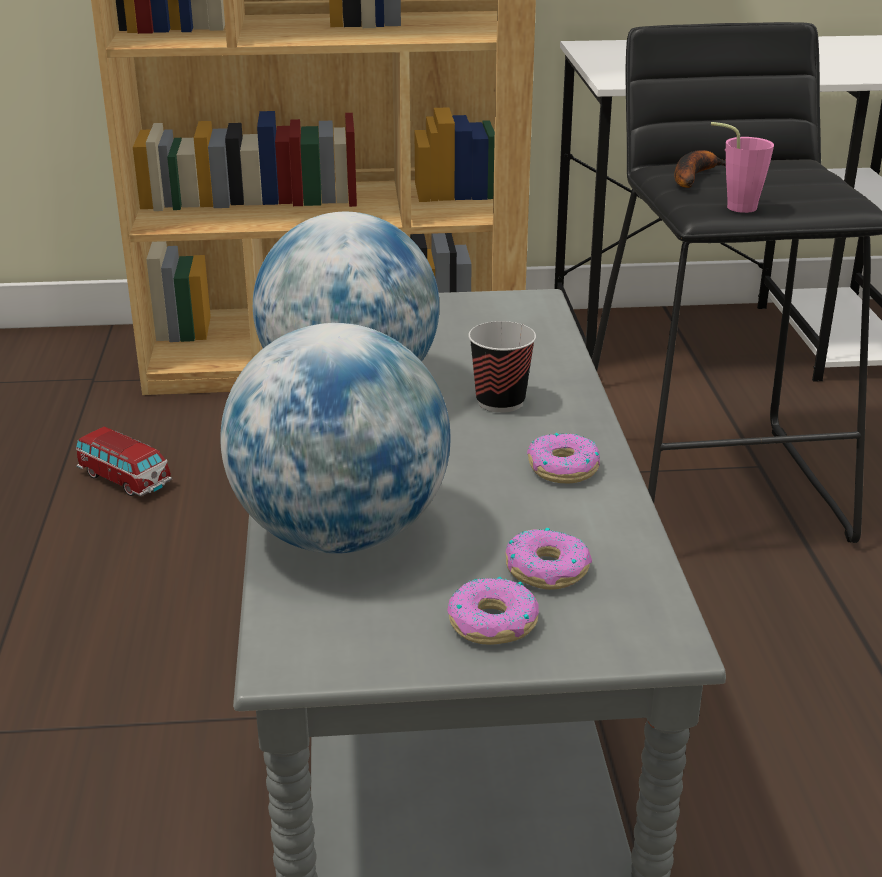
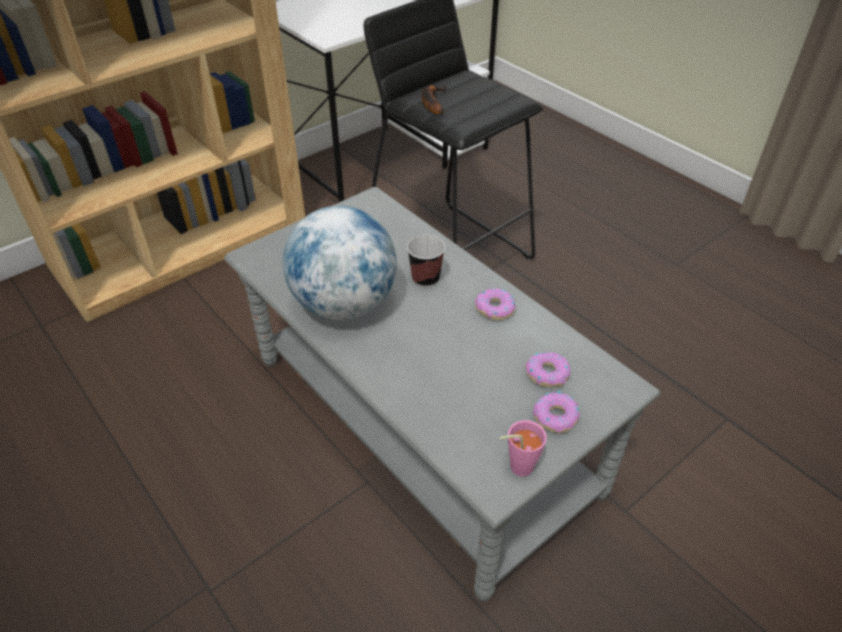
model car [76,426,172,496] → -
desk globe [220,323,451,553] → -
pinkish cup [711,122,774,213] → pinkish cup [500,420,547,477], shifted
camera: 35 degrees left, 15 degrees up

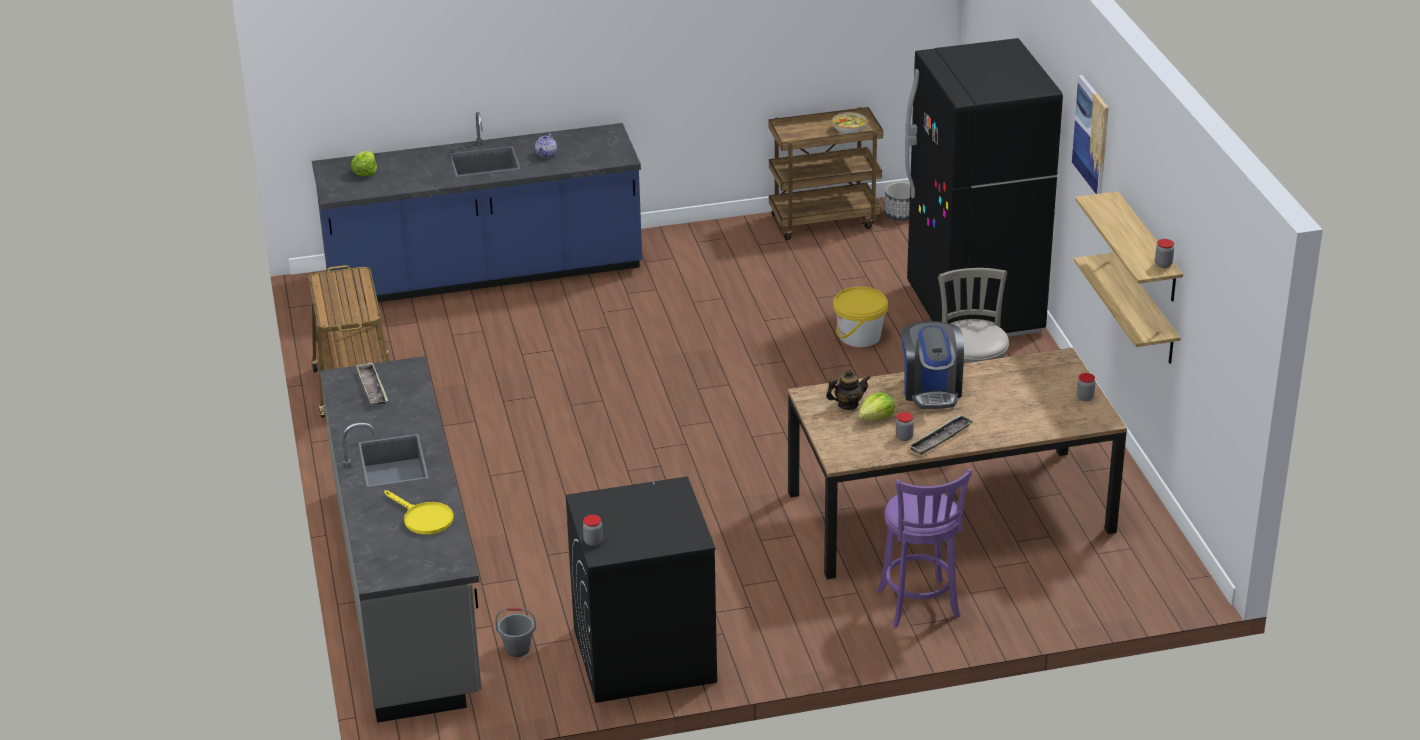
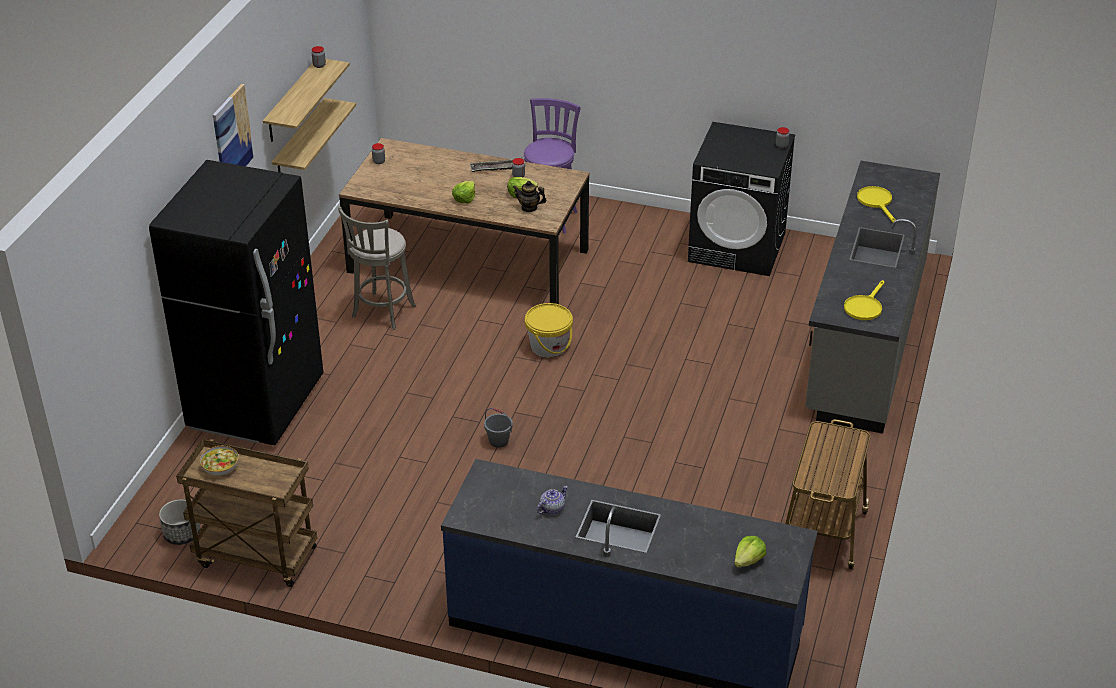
carrying tray [356,363,388,405] → yellow pan [844,280,884,320]
grey bucket [495,608,536,657] → grey bucket [484,408,513,448], shifted
yellow bucket [833,287,888,347] → yellow bucket [525,303,573,358], shifted
coffee machine [901,321,964,409] → lettuce [452,181,475,203]
camera: 150 degrees left, 5 degrees up

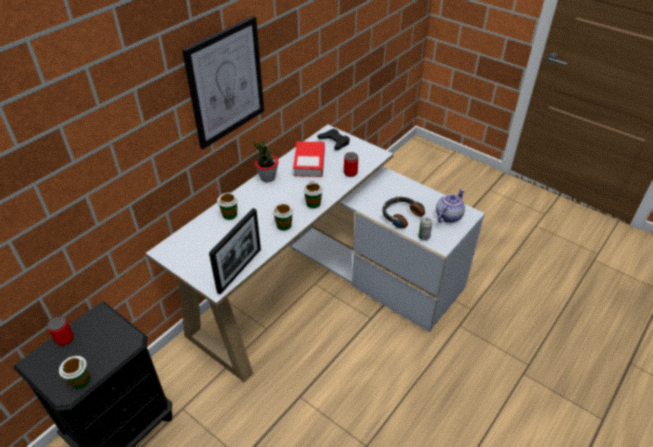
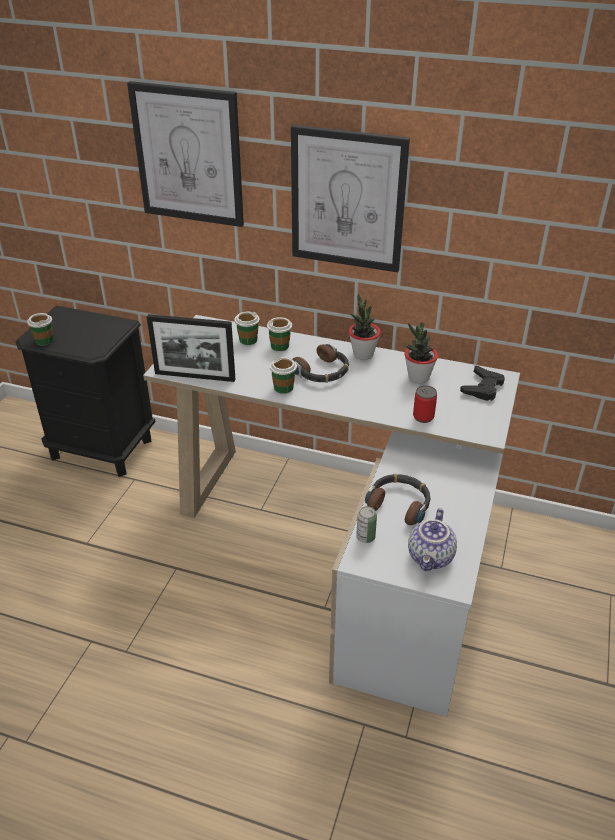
sealed can [47,316,74,346] → -
volume [293,141,325,177] → houseplant [404,322,438,383]
cup [303,181,323,209] → cup [234,312,260,345], shifted
tea pot [436,189,465,223] → tea pot [408,508,457,571], 90 degrees clockwise
- → picture [127,81,244,227]
- → headset [292,344,349,383]
camera: 70 degrees right, 5 degrees down

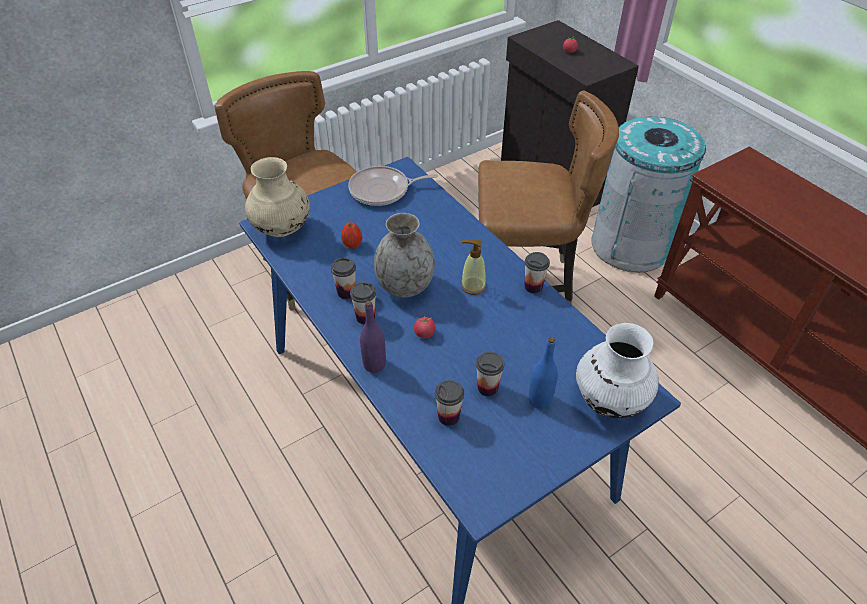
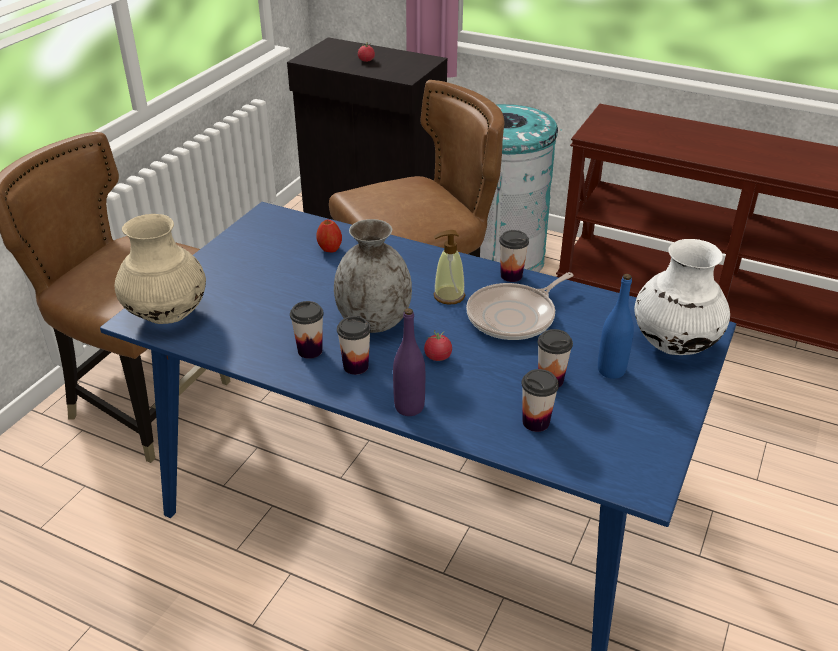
whole apple [341,222,363,249] → whole apple [317,220,342,252], shifted
pan [348,166,438,206] → pan [466,272,574,340], shifted
camera: 30 degrees left, 10 degrees down

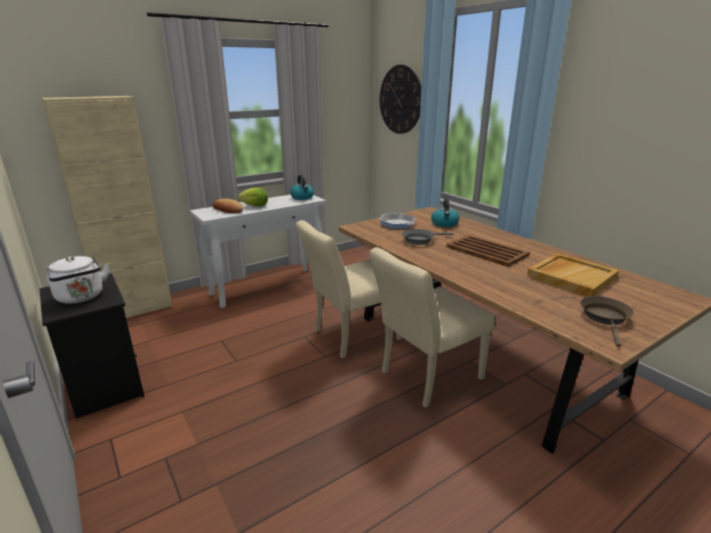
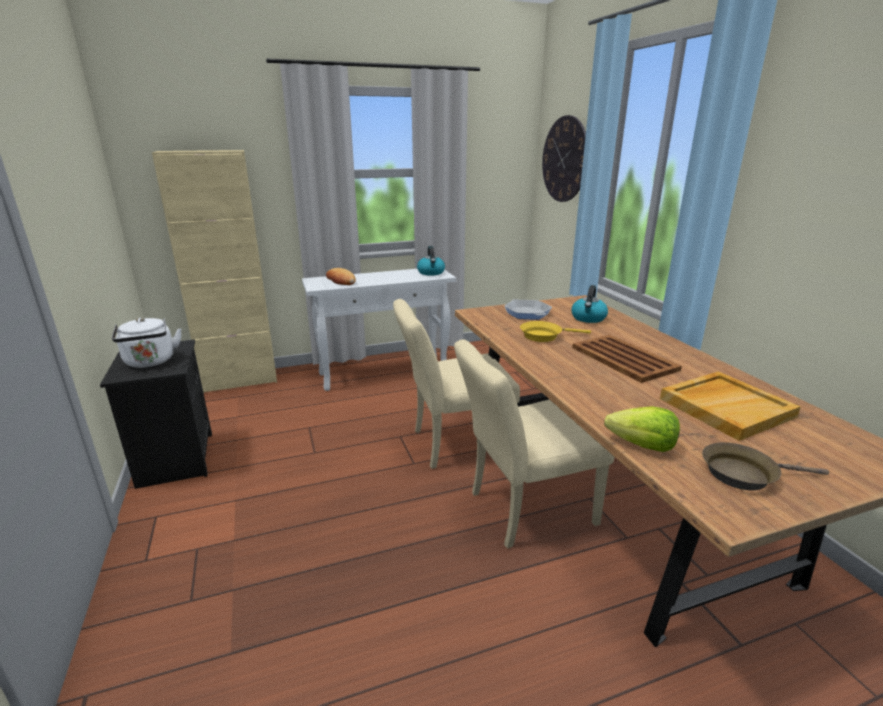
lettuce [238,187,268,206] → lettuce [604,406,680,452], shifted
grey pan [402,229,454,245] → yellow pan [520,321,591,342]
brownish pan [580,296,634,347] → brownish pan [702,442,829,490], 120 degrees counterclockwise
camera: 15 degrees right, 0 degrees up

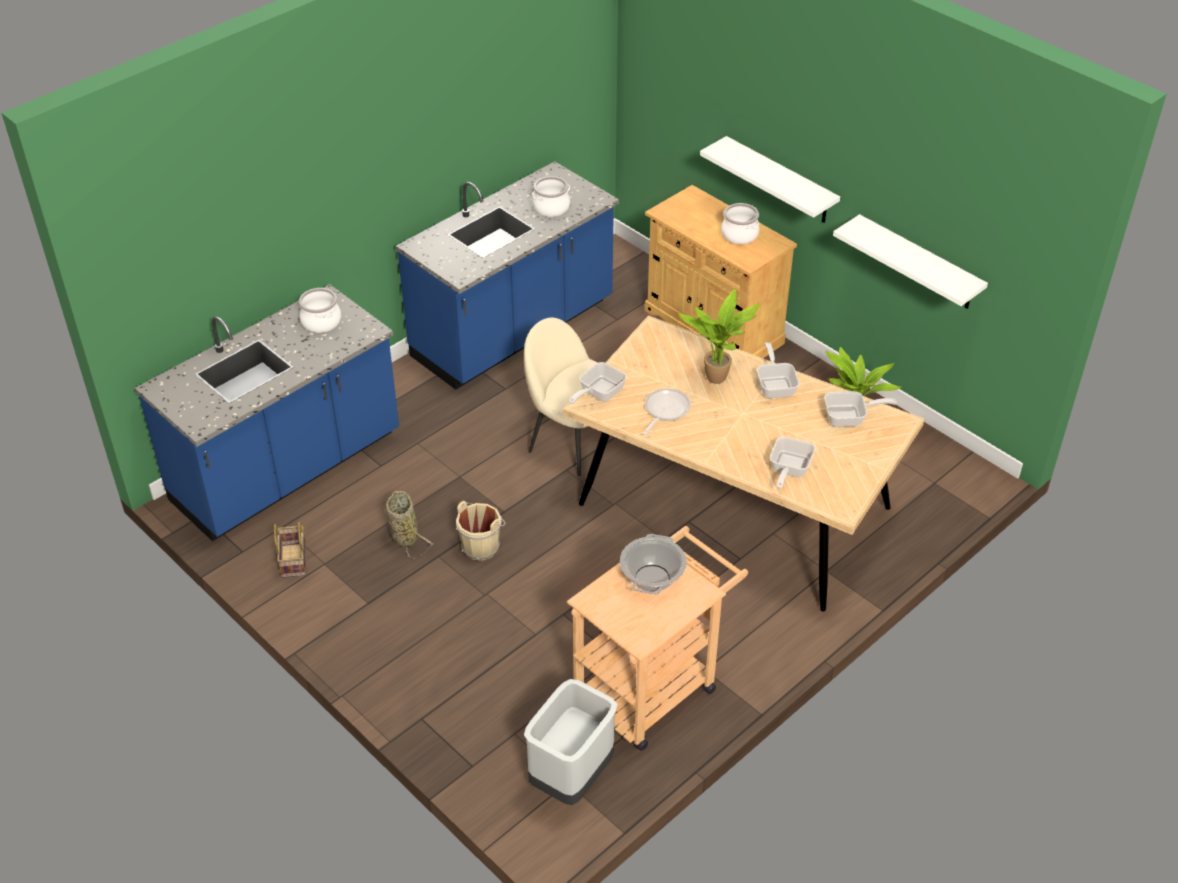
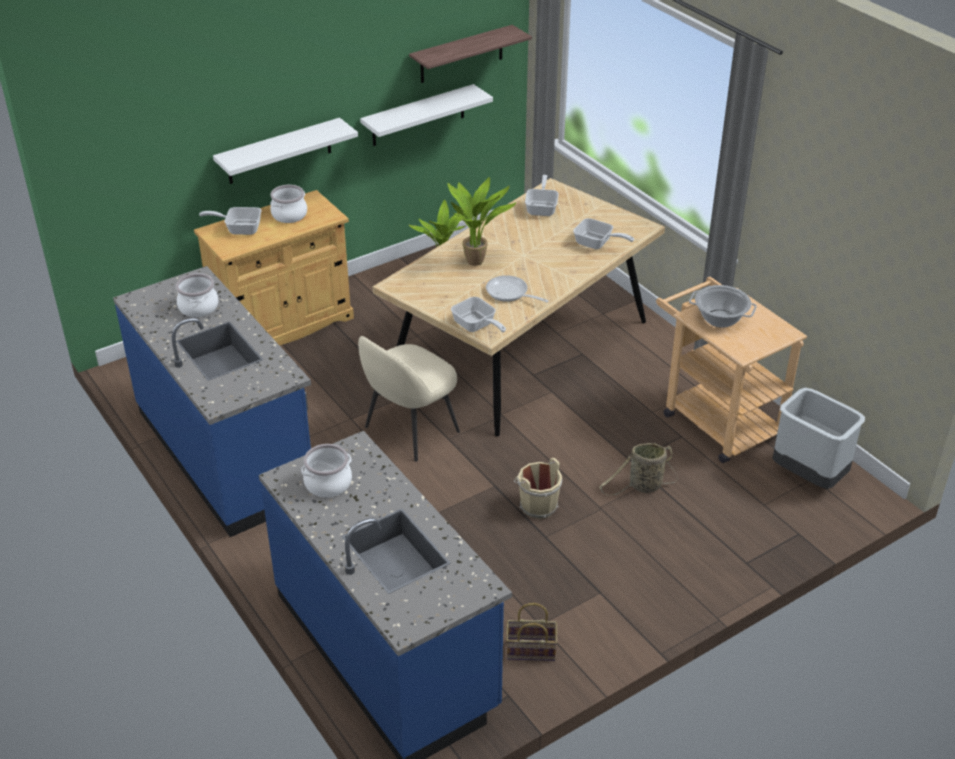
basket [384,491,434,559] → basket [599,443,678,495], shifted
pan [757,342,800,398] → pan [199,207,261,235], shifted
- → shelf [409,25,532,83]
camera: 80 degrees left, 5 degrees down

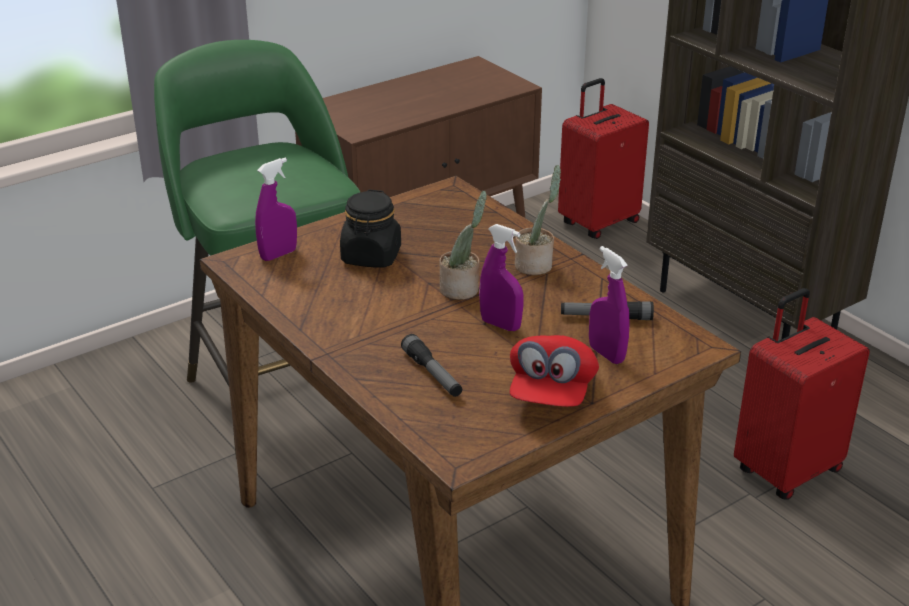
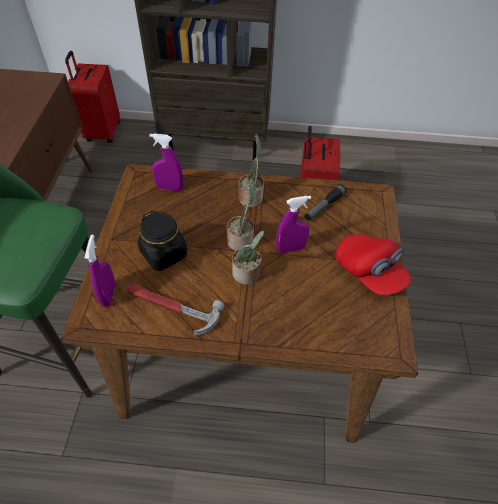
flashlight [401,334,462,397] → -
purple-coloured hand sprayer [589,246,630,364] → purple-coloured hand sprayer [149,133,183,191], shifted
- → tool hammer [127,283,224,335]
- → houseplant [232,230,264,285]
camera: 50 degrees left, 20 degrees up

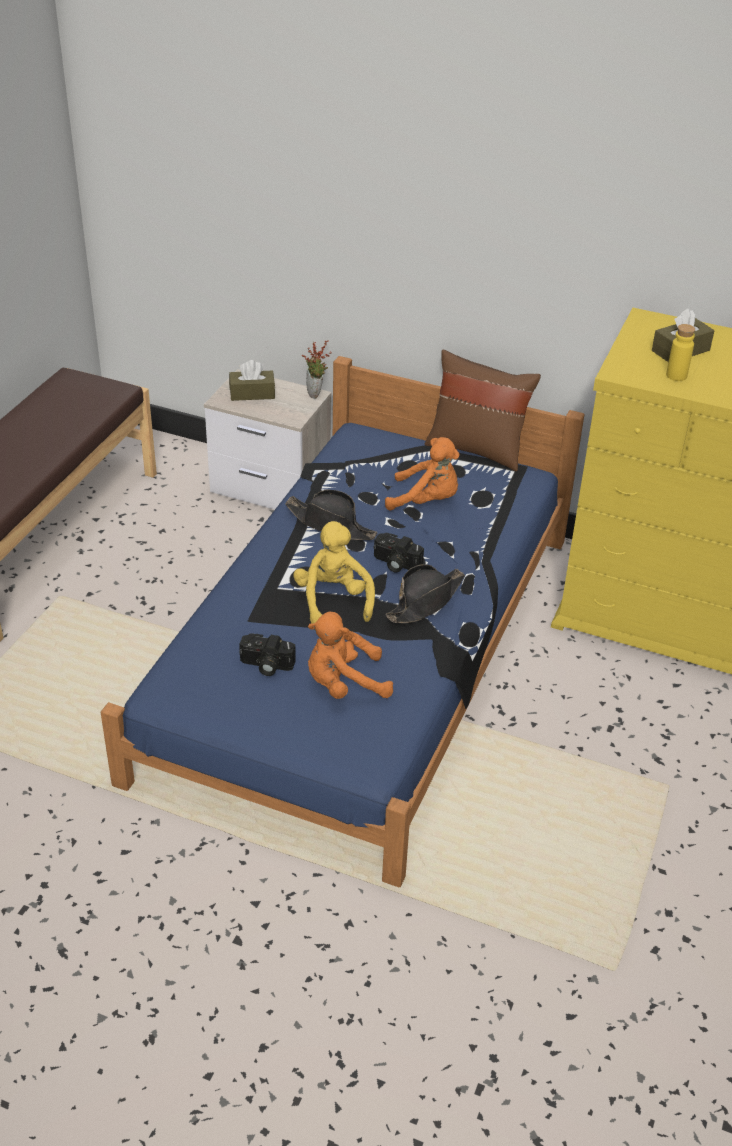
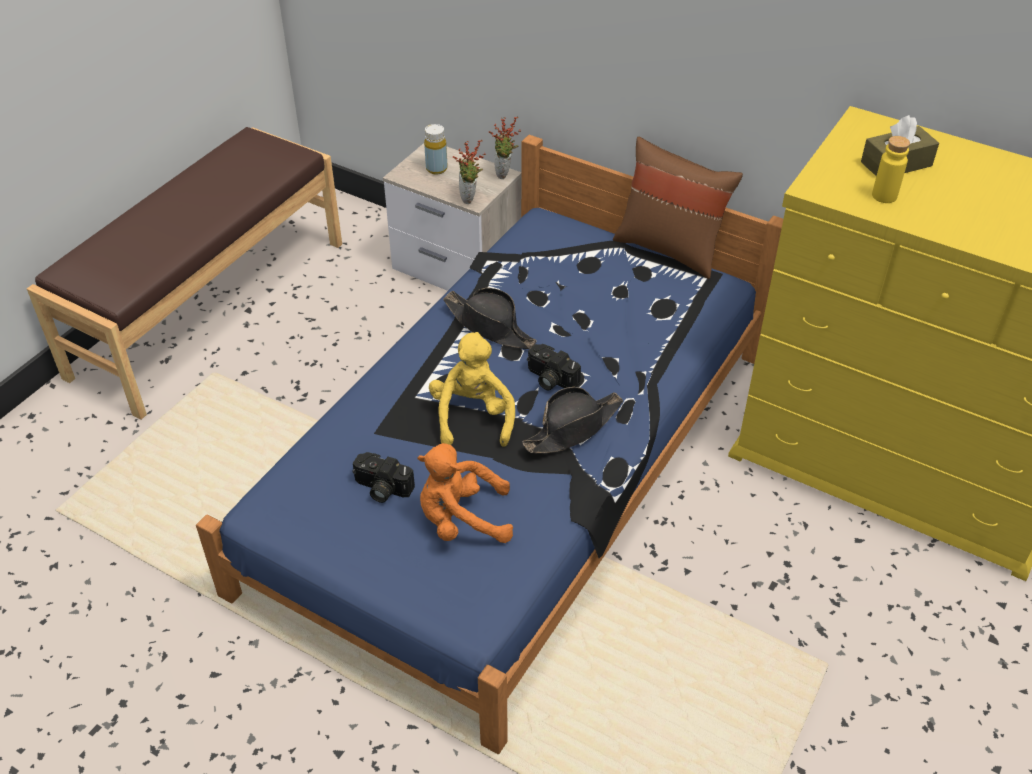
brownish tissue holder [229,360,275,401] → yellow drink bottle [424,124,447,174]
orangey plush toy [385,437,460,511] → -
- → houseplant [453,139,486,204]
camera: 10 degrees right, 5 degrees up

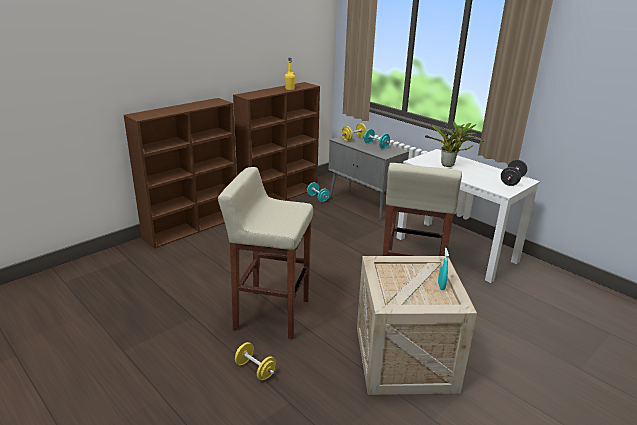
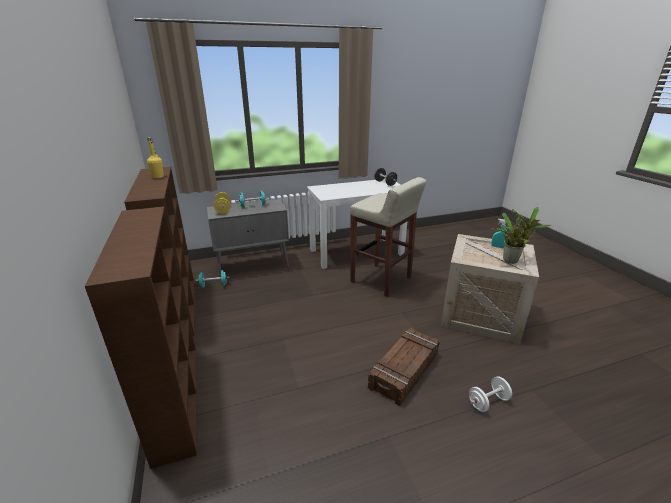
sand-coloured stool [218,167,313,339] → crate [368,328,440,406]
yellow dumbbell [235,342,276,381] → white dumbbell [469,376,512,412]
houseplant [425,122,485,167] → houseplant [491,207,552,264], shifted
camera: 65 degrees left, 0 degrees up

